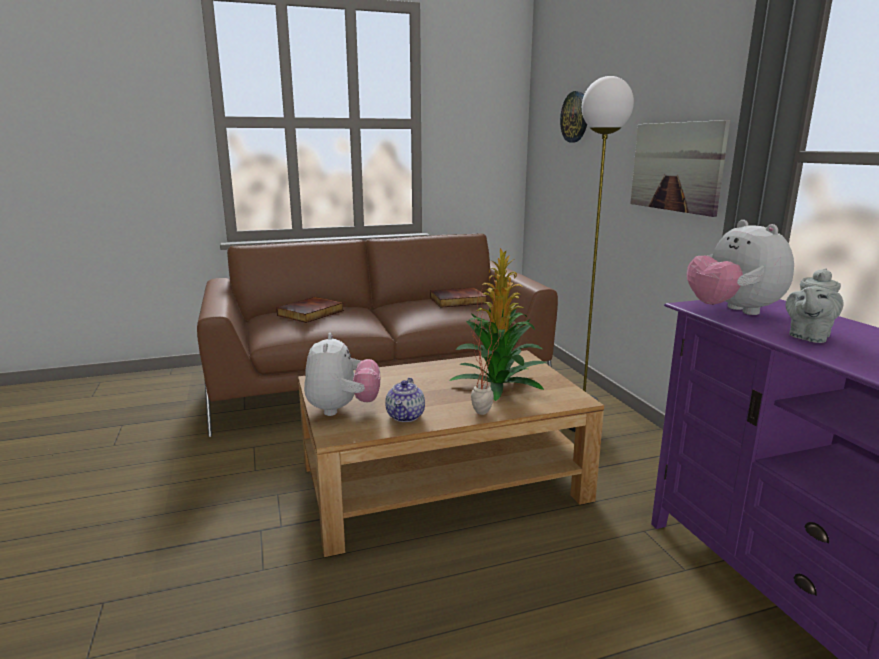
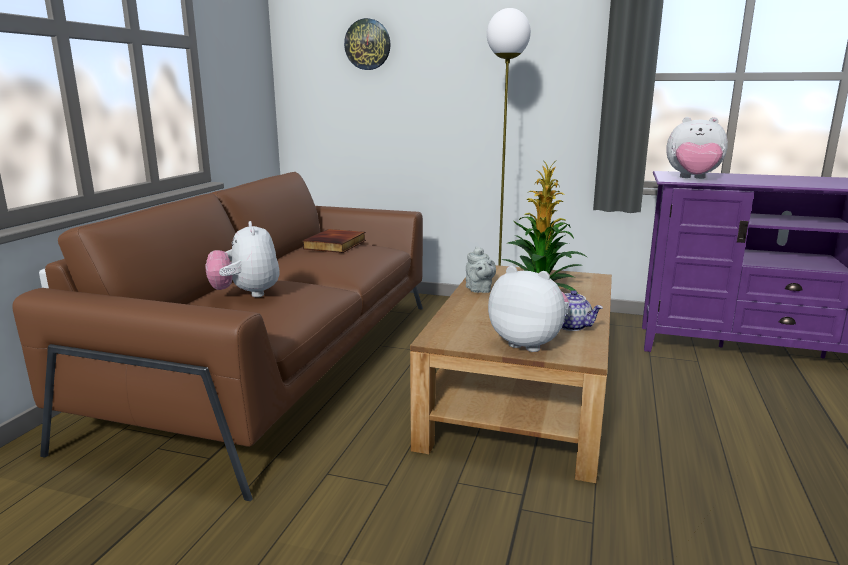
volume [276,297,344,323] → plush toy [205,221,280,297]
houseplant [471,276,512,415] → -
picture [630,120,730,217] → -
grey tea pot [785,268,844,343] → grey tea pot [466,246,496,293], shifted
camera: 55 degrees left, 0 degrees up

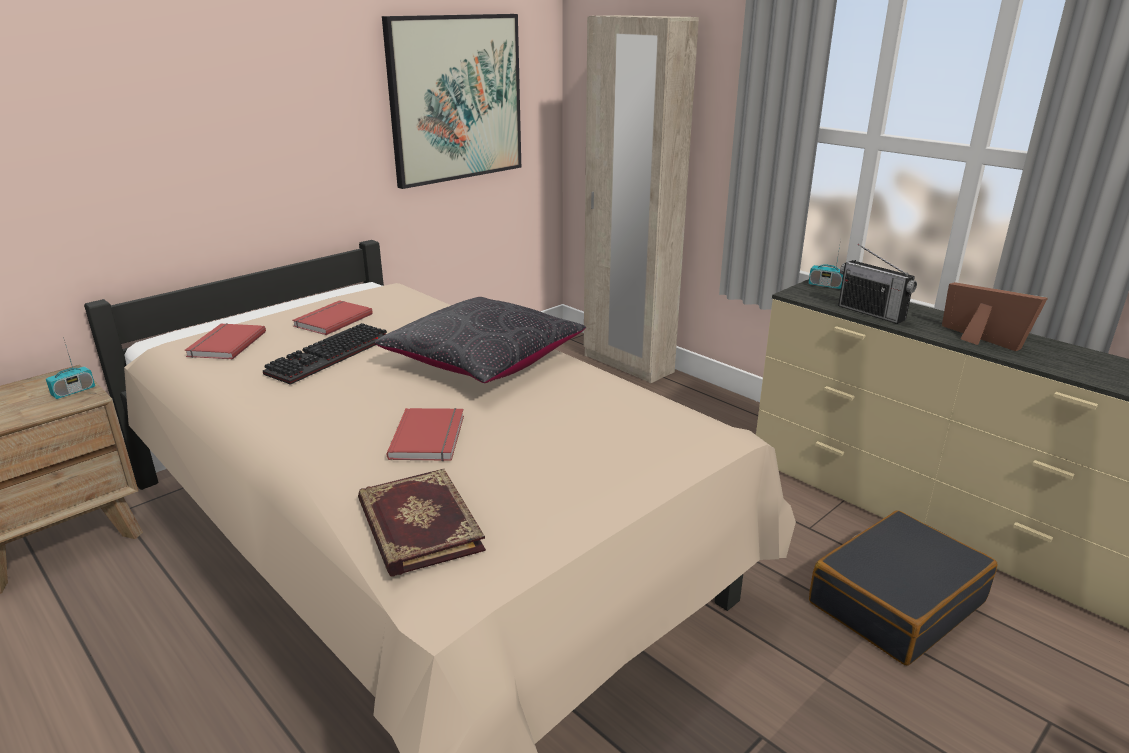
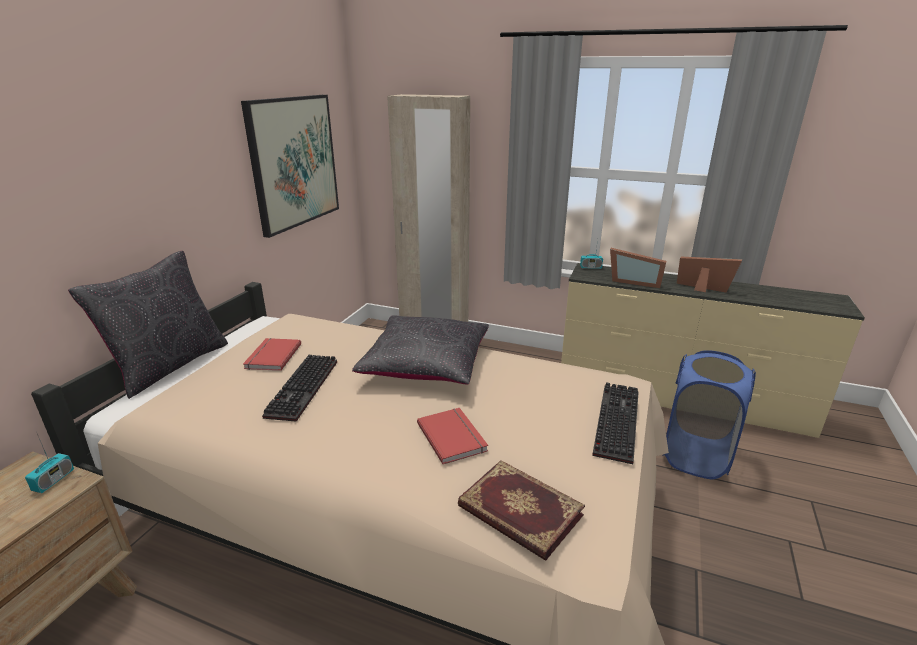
red volume [185,323,266,359] → -
black-coloured piece of luggage [809,510,998,665] → blue laundry basket [663,350,756,479]
radio [838,244,917,324] → picture frame [610,248,666,288]
- → black-coloured throw pillow [68,251,228,399]
- → computer keyboard [592,383,639,464]
camera: 25 degrees left, 0 degrees up

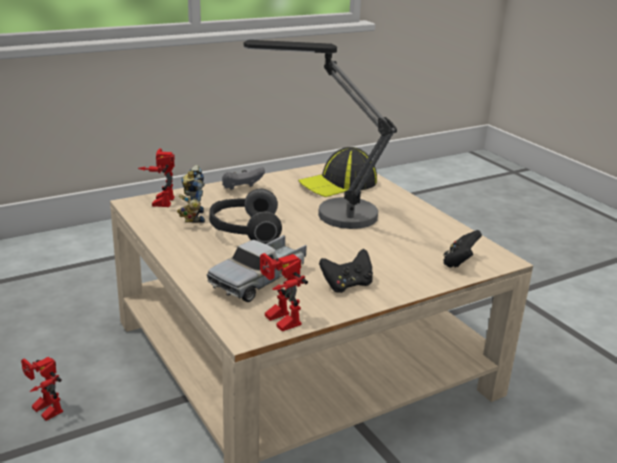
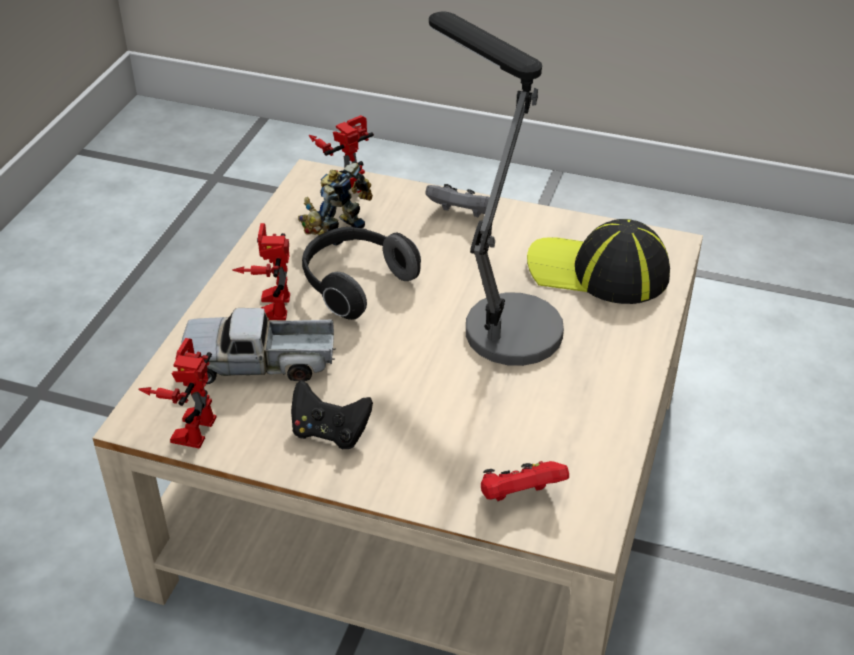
toy robot [21,357,63,421] → toy robot [233,223,290,320], shifted
black-coloured gamepad [443,230,482,268] → red gamepad [481,461,569,501]
camera: 50 degrees right, 15 degrees up

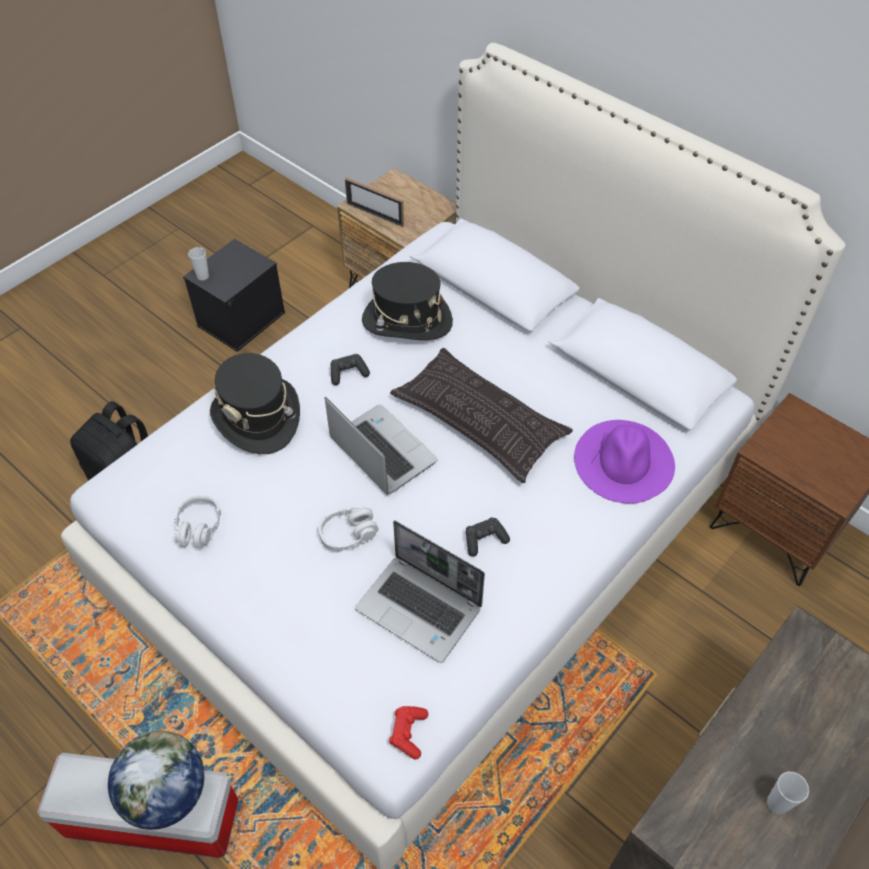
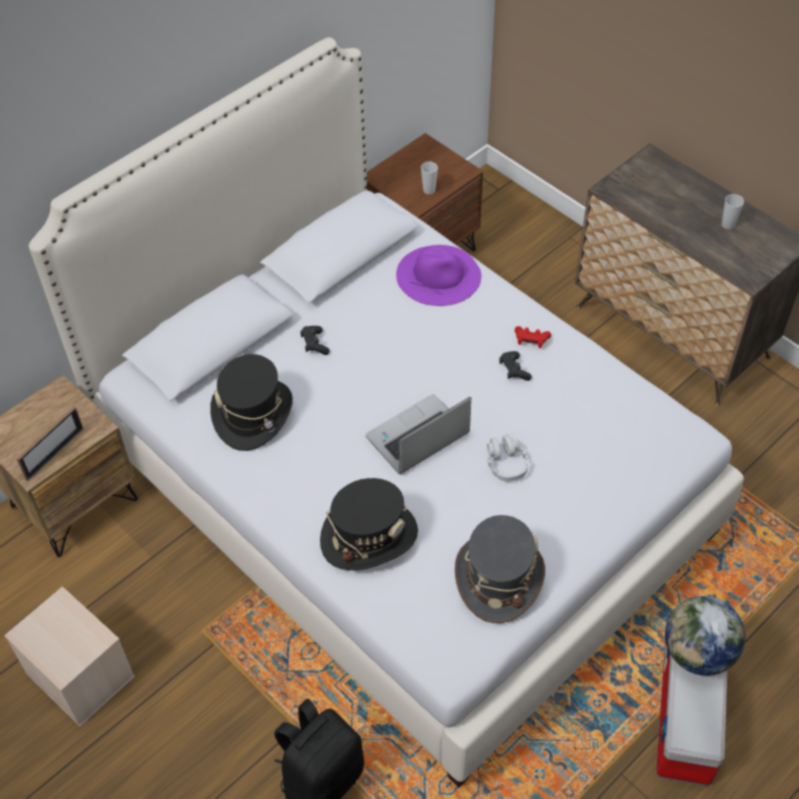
grey headset [174,495,221,548] → grey wearable hat [455,515,545,623]
black-coloured storage container [183,239,285,352] → sand-coloured storage container [4,586,135,727]
cup [188,247,209,280] → cup [421,162,438,194], shifted
black-coloured gamepad [331,354,370,385] → black-coloured gamepad [300,326,330,355], shifted
laptop [355,520,485,663] → -
red gamepad [389,706,428,759] → red gamepad [515,326,551,349], shifted
throw pillow [390,348,573,483] → -
camera: 85 degrees left, 0 degrees up

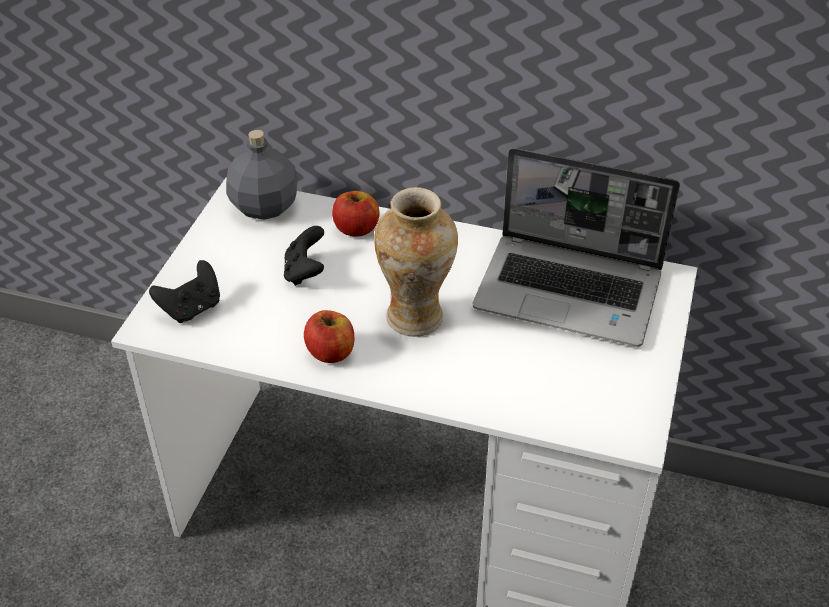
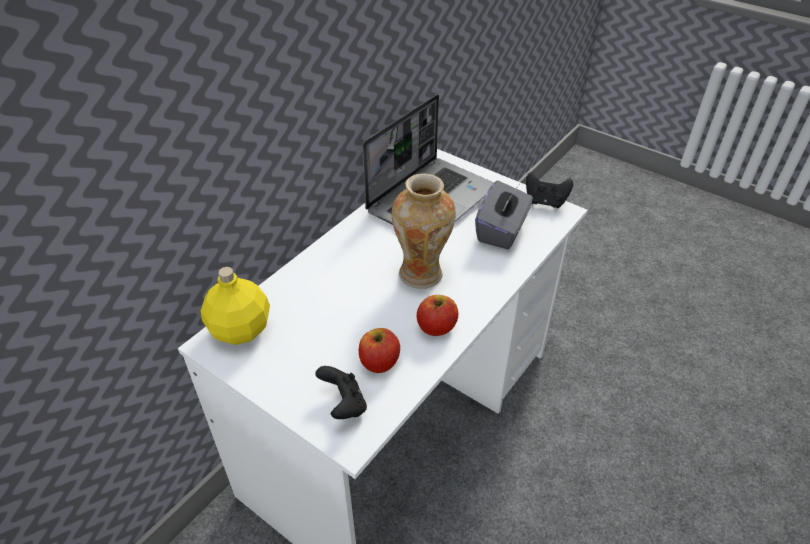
grey drink bottle [226,130,298,220] → yellow drink bottle [201,267,270,345]
black-coloured gamepad [284,226,324,286] → black-coloured gamepad [526,172,573,208], shifted
whole apple [332,191,379,237] → whole apple [359,328,400,373], shifted
- → grey tissue holder [475,181,533,249]
camera: 70 degrees left, 0 degrees up

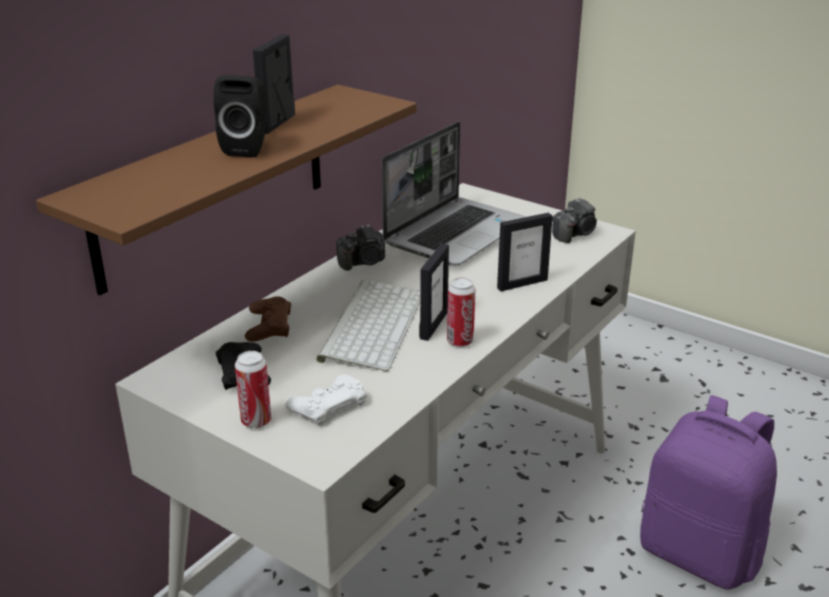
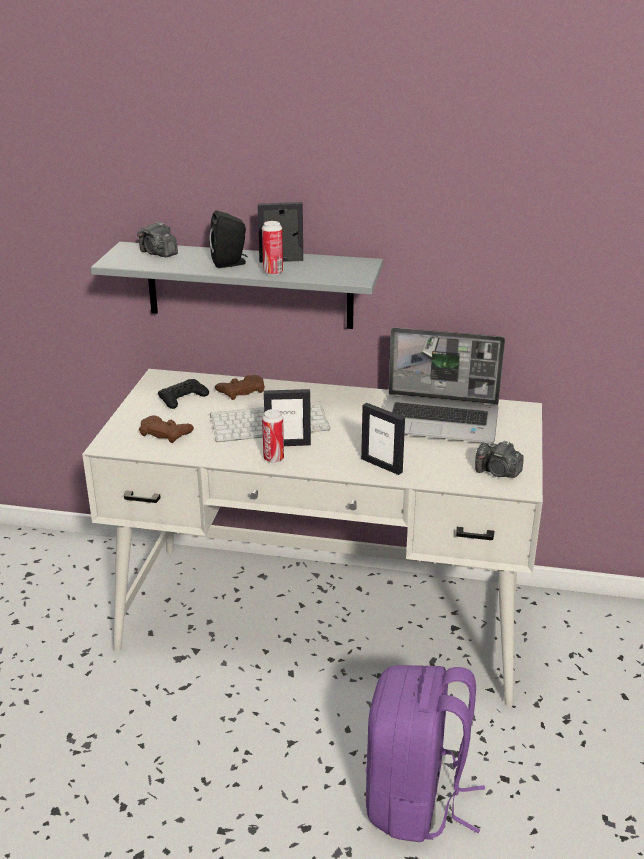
brownish shelf [36,85,416,295] → grey shelf [91,242,383,329]
sealed can [235,351,271,428] → sealed can [262,221,283,275], shifted
white gamepad [285,374,367,426] → brownish gamepad [139,415,194,443]
photo camera [336,224,385,271] → photo camera [137,222,178,257], shifted
camera: 65 degrees right, 0 degrees up

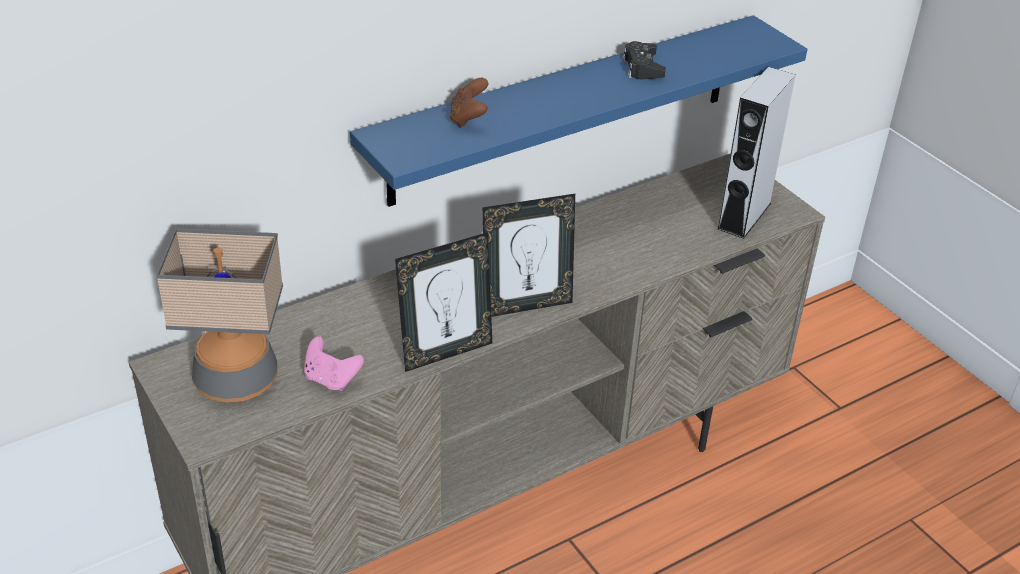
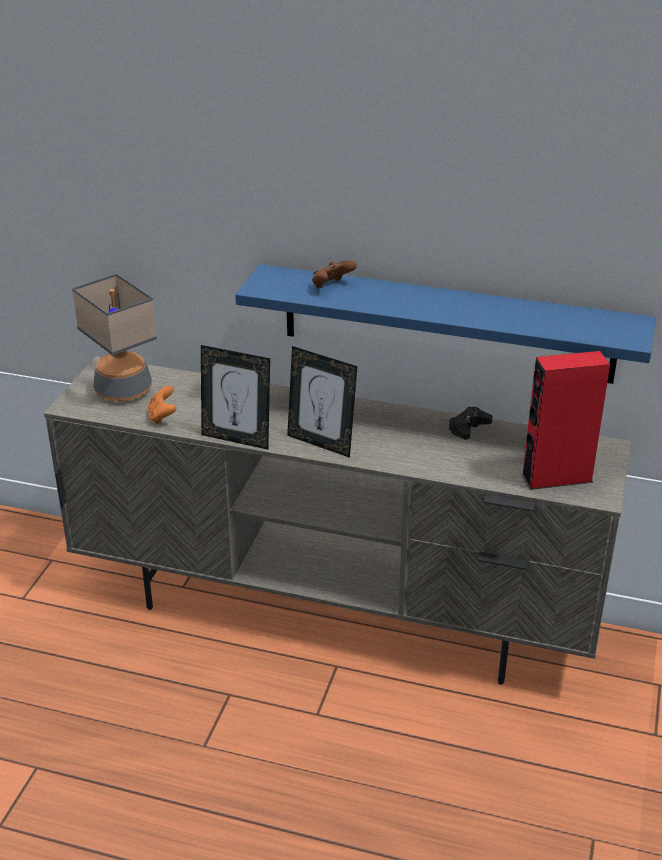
pinkish gamepad [304,336,364,391] → orangey gamepad [148,385,176,424]
black-coloured gamepad [622,41,666,79] → black-coloured gamepad [448,407,493,440], shifted
grey speaker [717,67,796,239] → red speaker [521,351,610,490]
camera: 50 degrees right, 5 degrees down

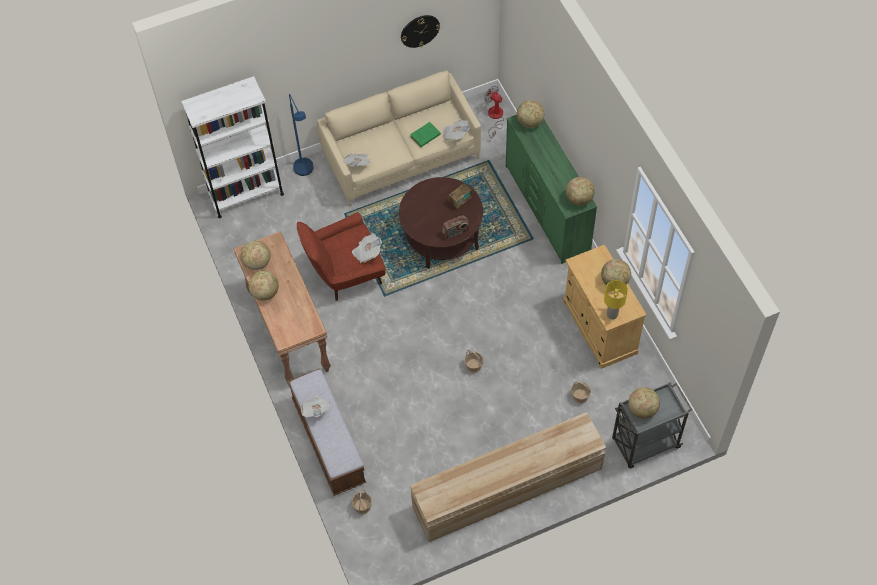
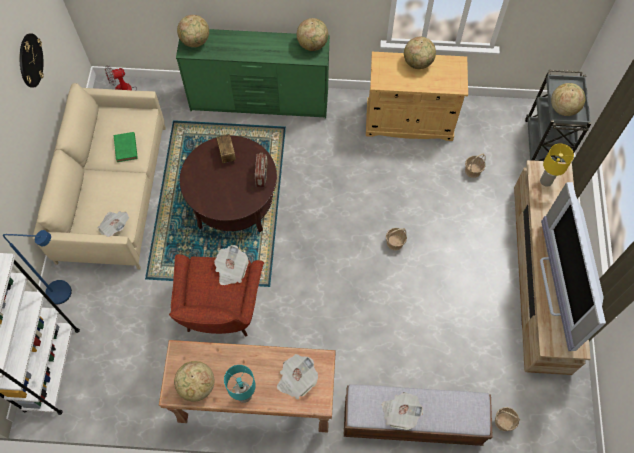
desk globe [248,271,278,301] → turquoise tabletop lamp [224,365,256,403]
daily paper [443,120,470,140] → daily paper [277,354,318,399], shifted
yellow tabletop lamp [604,280,628,319] → yellow tabletop lamp [540,143,574,187], shifted
- → TV [540,182,606,351]
camera: 65 degrees left, 5 degrees up

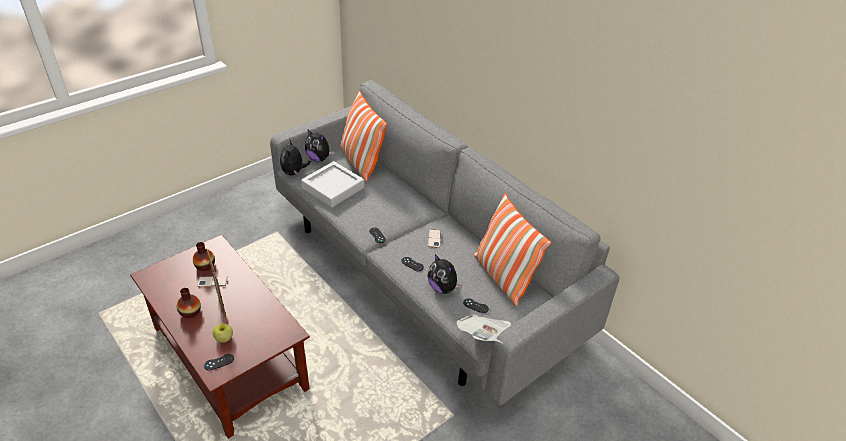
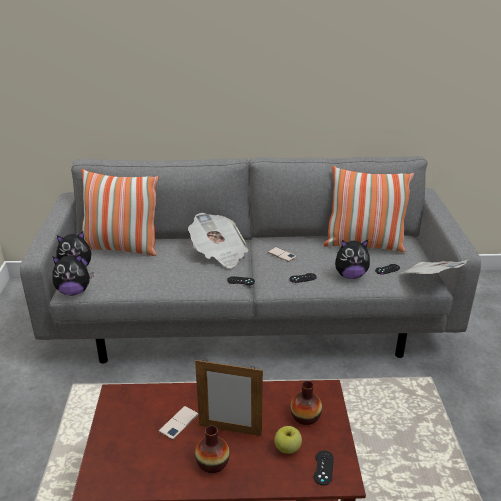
vase [193,242,215,271] → vase [290,381,322,425], shifted
plush toy [280,140,311,175] → plush toy [52,254,94,295], 45 degrees counterclockwise
grey carrying tray [301,161,364,207] → -
- → daily paper [188,213,248,268]
camera: 50 degrees left, 10 degrees down

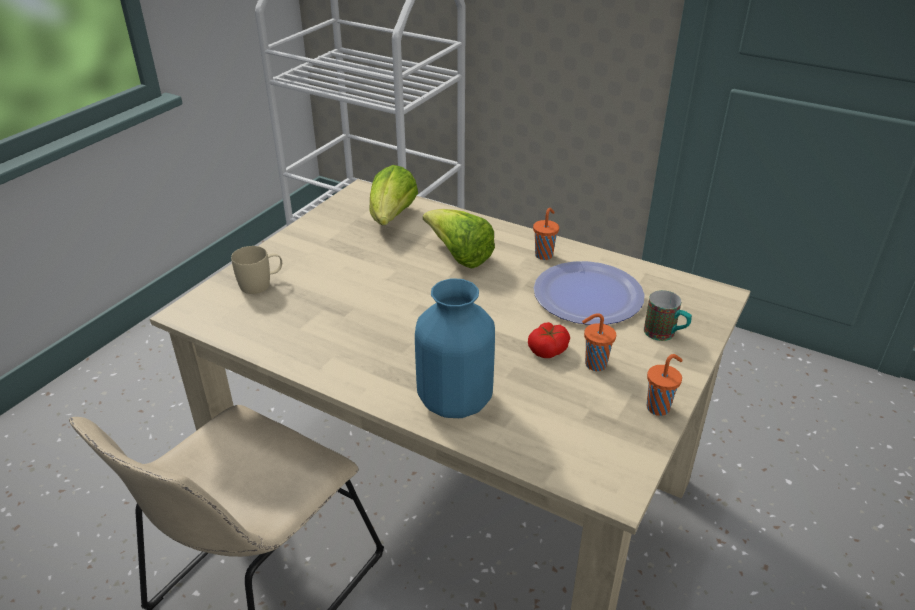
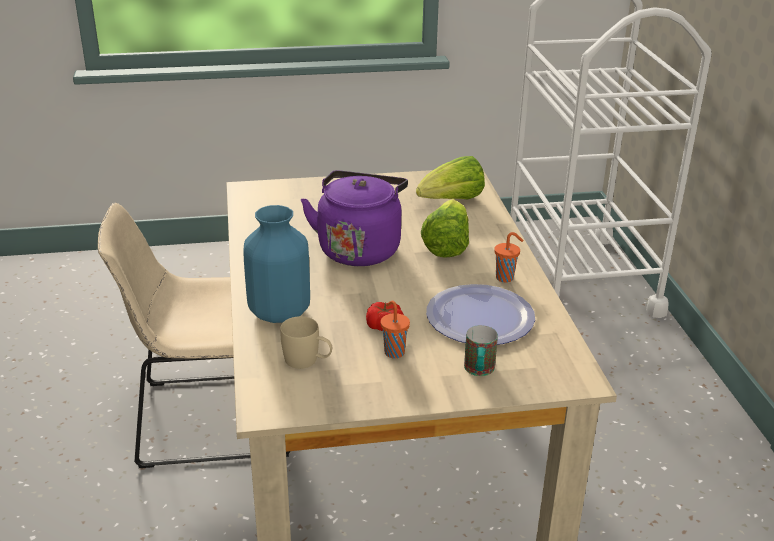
sand-coloured coffee mug [231,246,282,294] → sand-coloured coffee mug [280,316,332,369], shifted
orangey cup [647,354,683,416] → -
- → purple-coloured kettle [301,171,408,266]
camera: 50 degrees right, 5 degrees down

